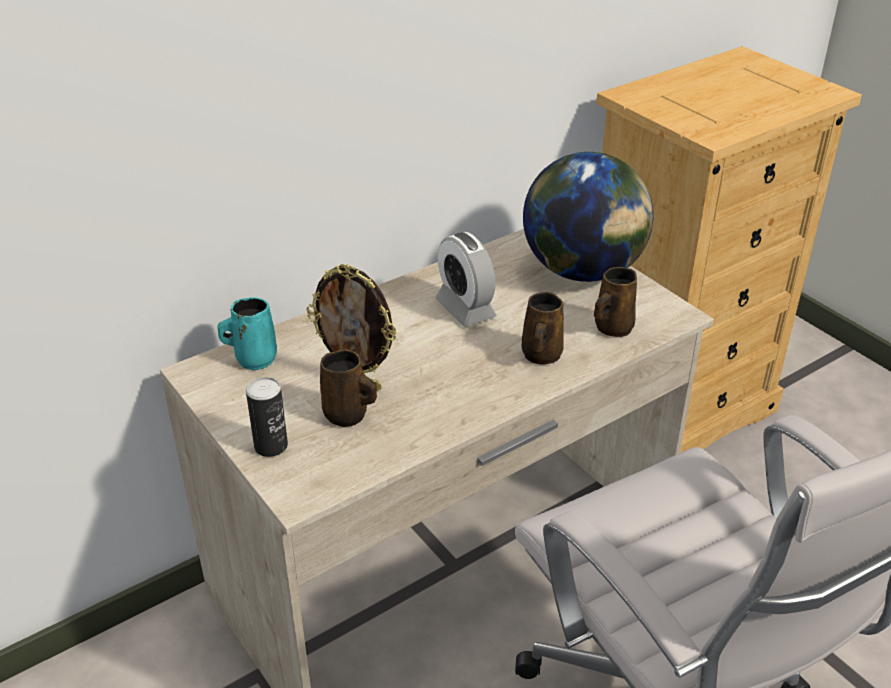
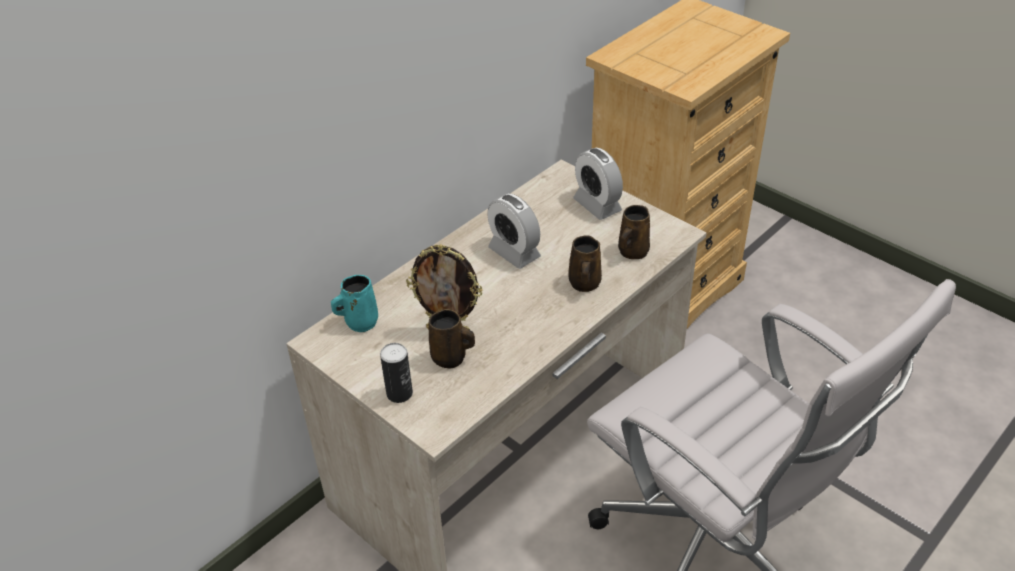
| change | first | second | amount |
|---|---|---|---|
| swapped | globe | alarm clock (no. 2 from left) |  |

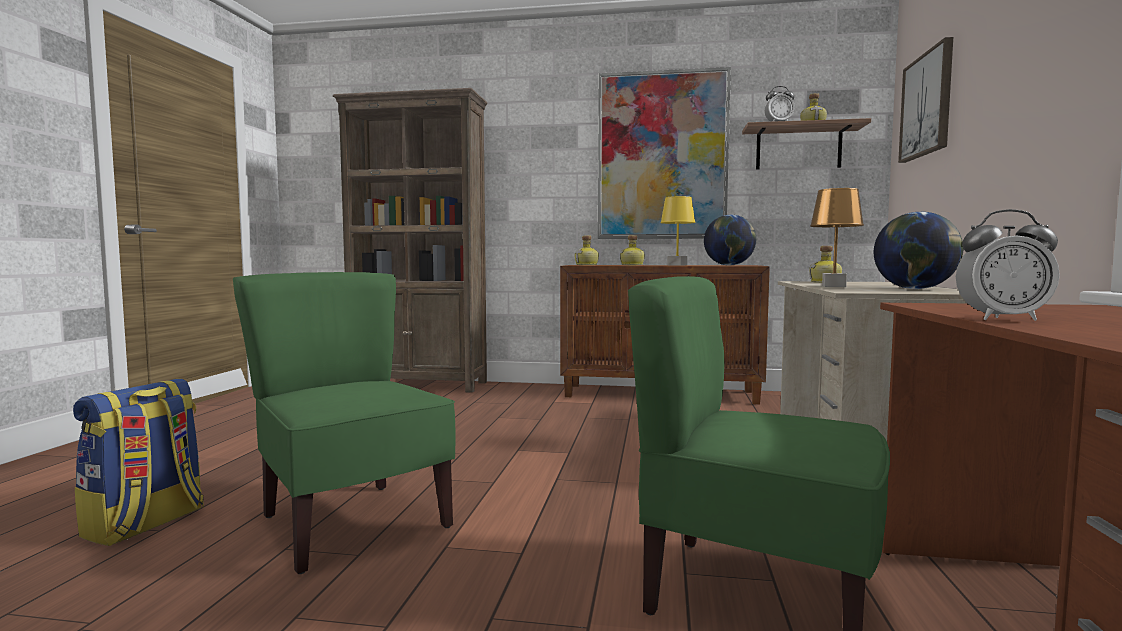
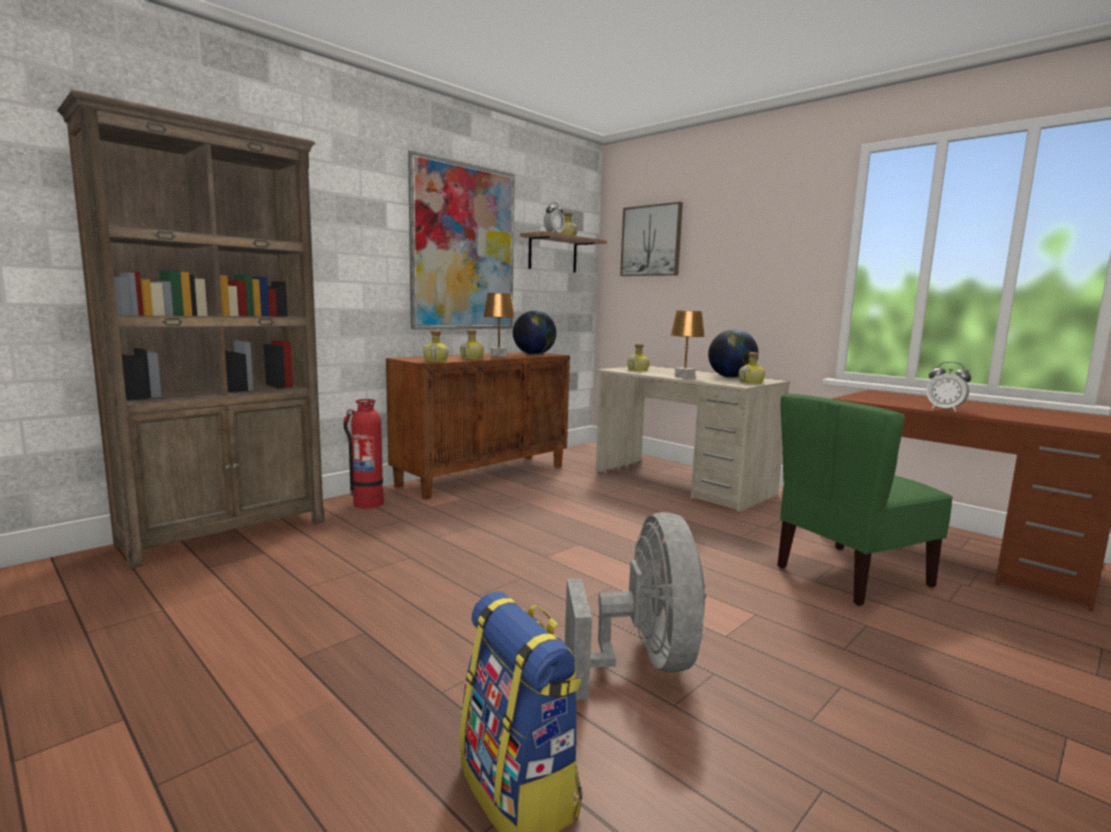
| change | first | second | amount |
|---|---|---|---|
| swapped | green chair (no. 1 from left) | grey fan |  |
| repainted | yellow table lamp | brown table lamp (no. 1 from left) |  |
| rotated | alarm clock (no. 2 from left) |  | 90 degrees clockwise |
| new |  | fire extinguisher |  |
| new |  | bottle (no. 5 from left) |  |

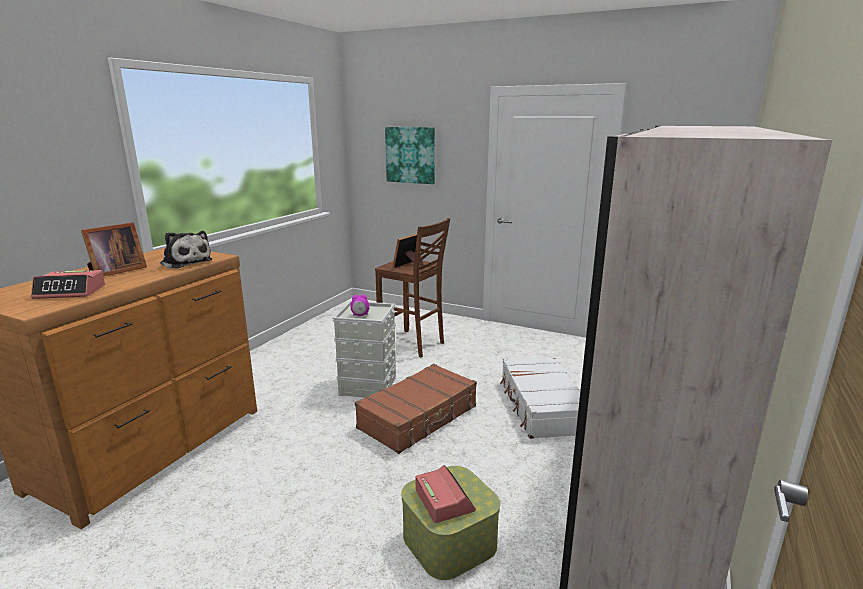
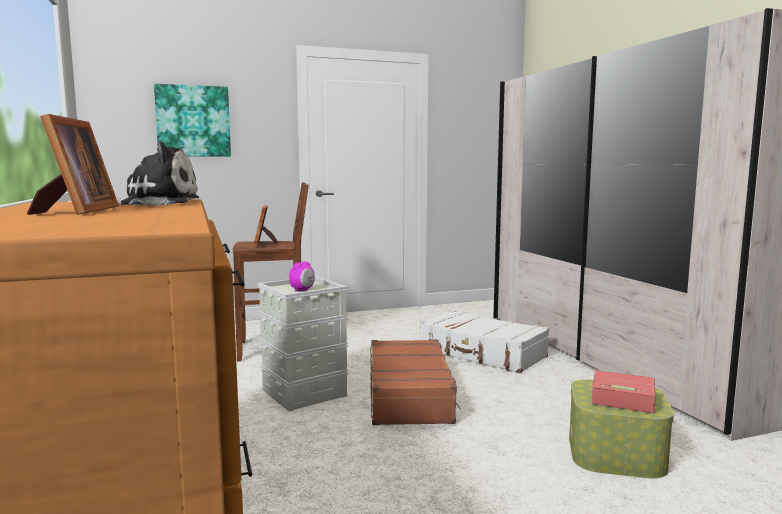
| change | first | second | amount |
|---|---|---|---|
| gone | alarm clock (no. 1 from left) |  |  |

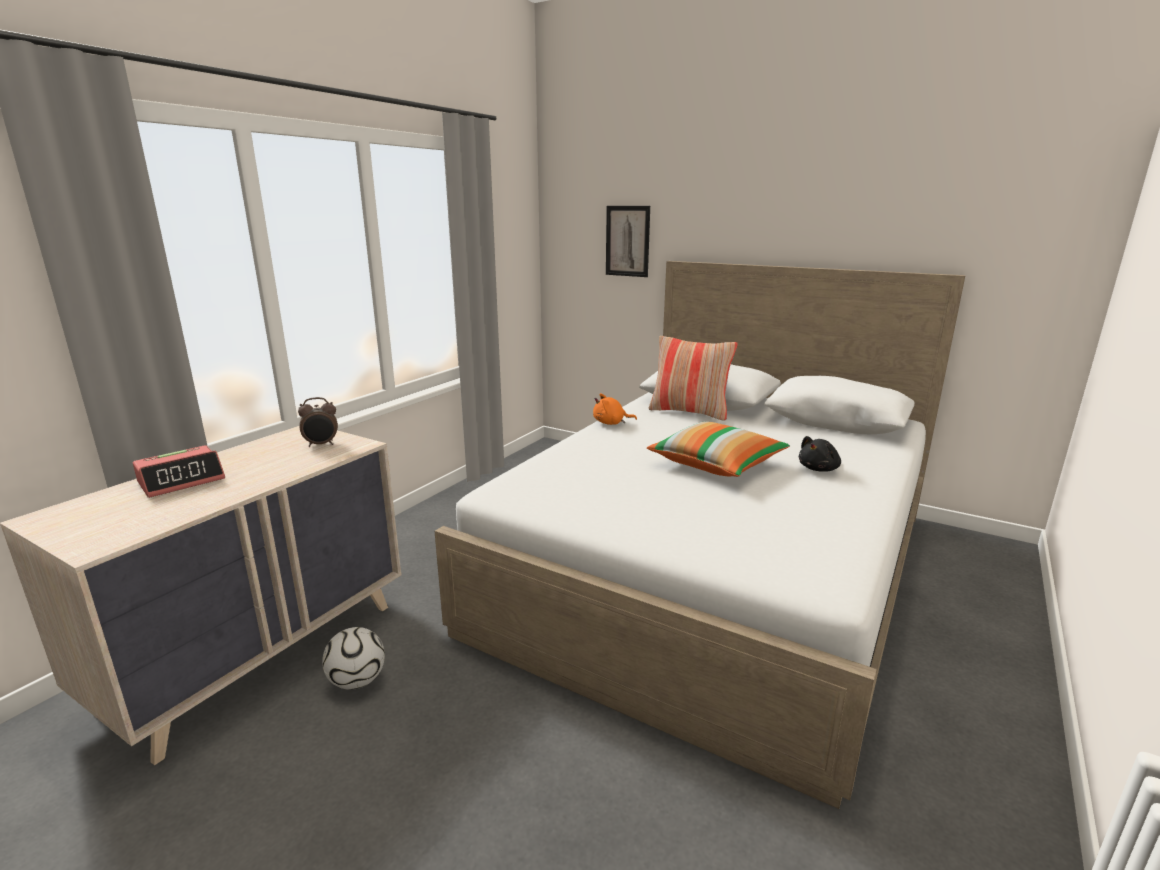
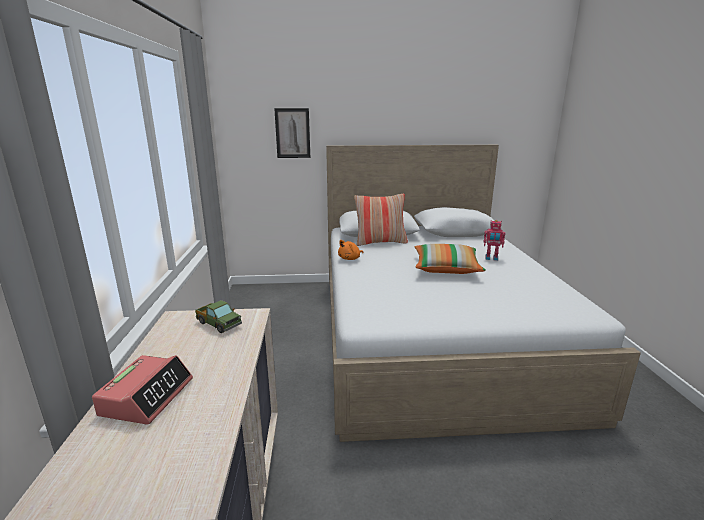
| change | first | second | amount |
|---|---|---|---|
| swapped | alarm clock (no. 2 from left) | toy truck |  |
| gone | football |  |  |
| swapped | black plush toy | toy robot |  |

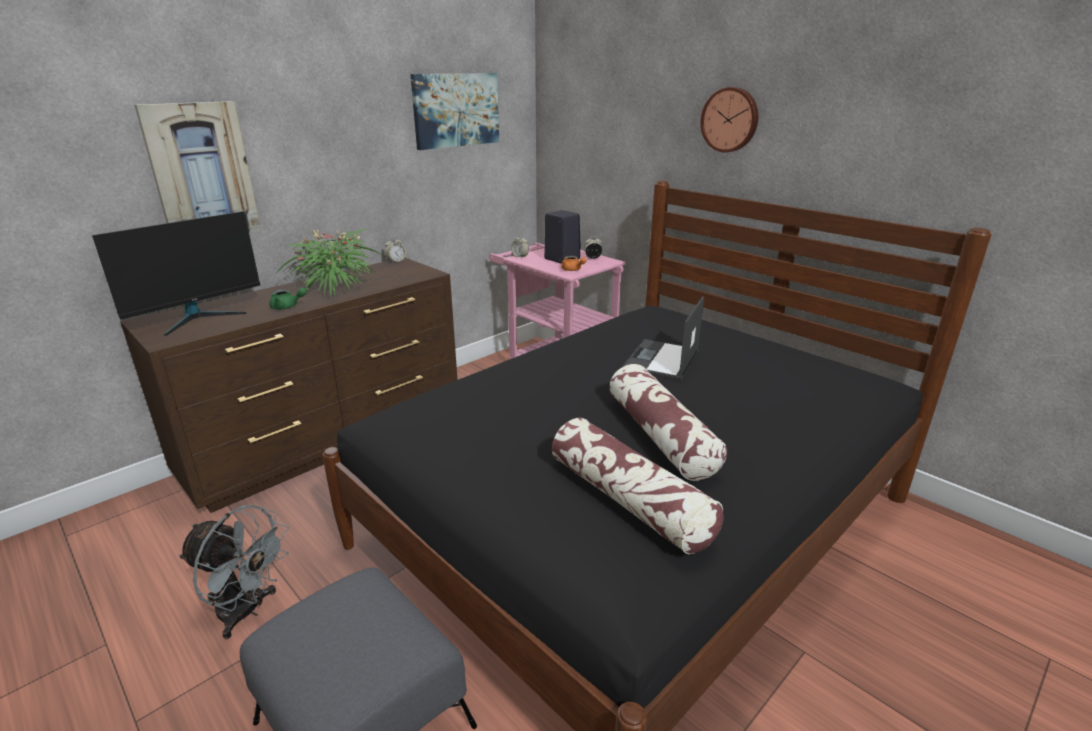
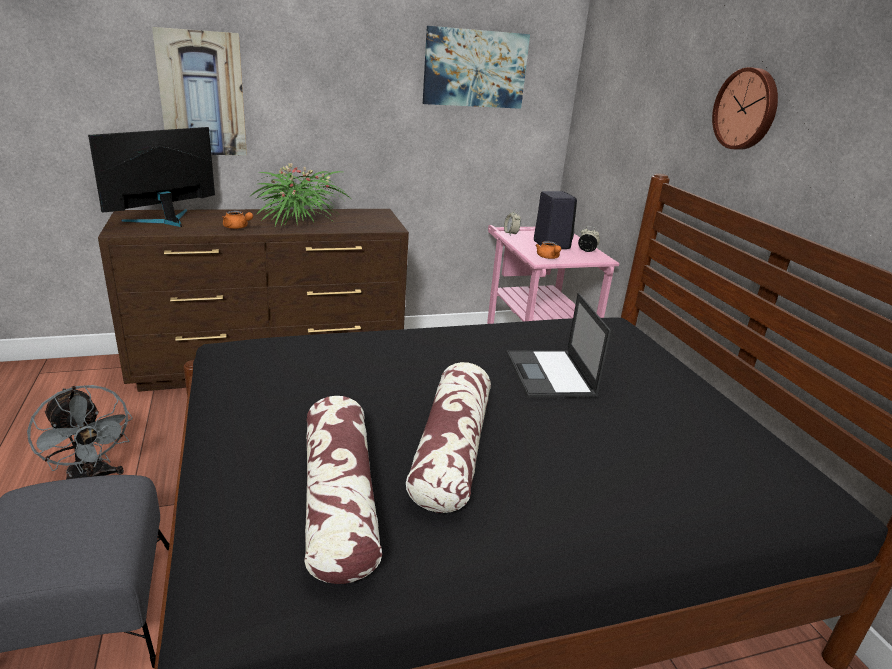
| change | first | second | amount |
|---|---|---|---|
| rotated | monitor |  | 150 degrees clockwise |
| repainted | green teapot | orange teapot (no. 1 from left) |  |
| gone | alarm clock (no. 1 from left) |  |  |
| rotated | laptop |  | 60 degrees counterclockwise |

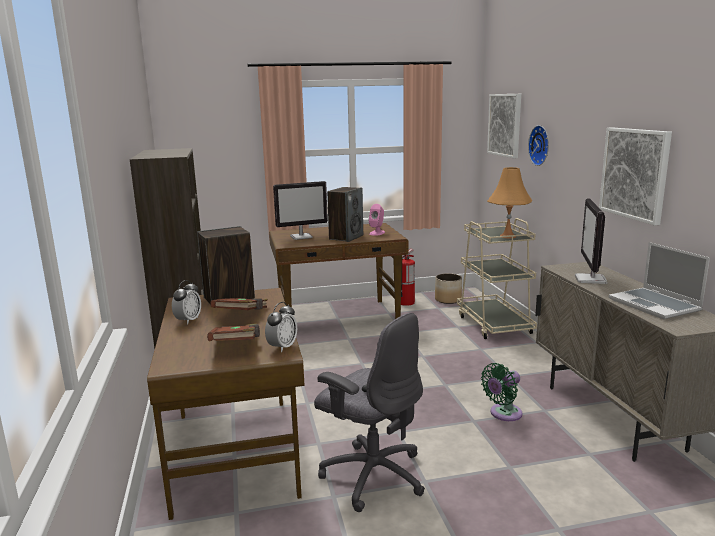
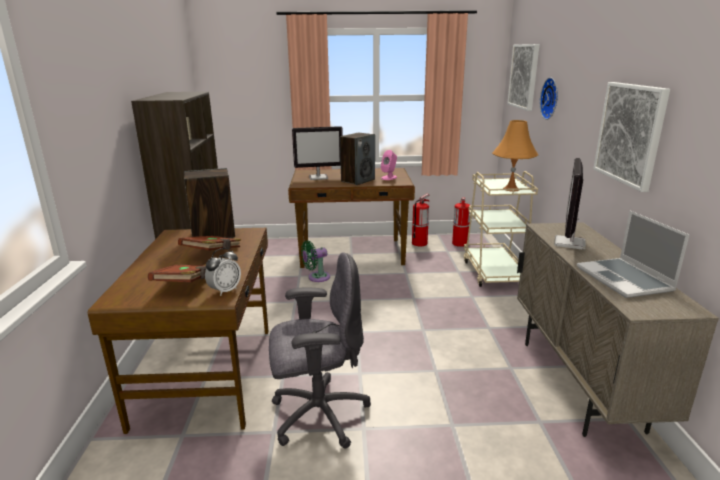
| change | first | second | amount |
|---|---|---|---|
| gone | alarm clock (no. 1 from left) |  |  |
| rotated | grey office chair |  | 60 degrees counterclockwise |
| swapped | planter | fire extinguisher (no. 2 from left) |  |
| shifted | green fan |  |  |

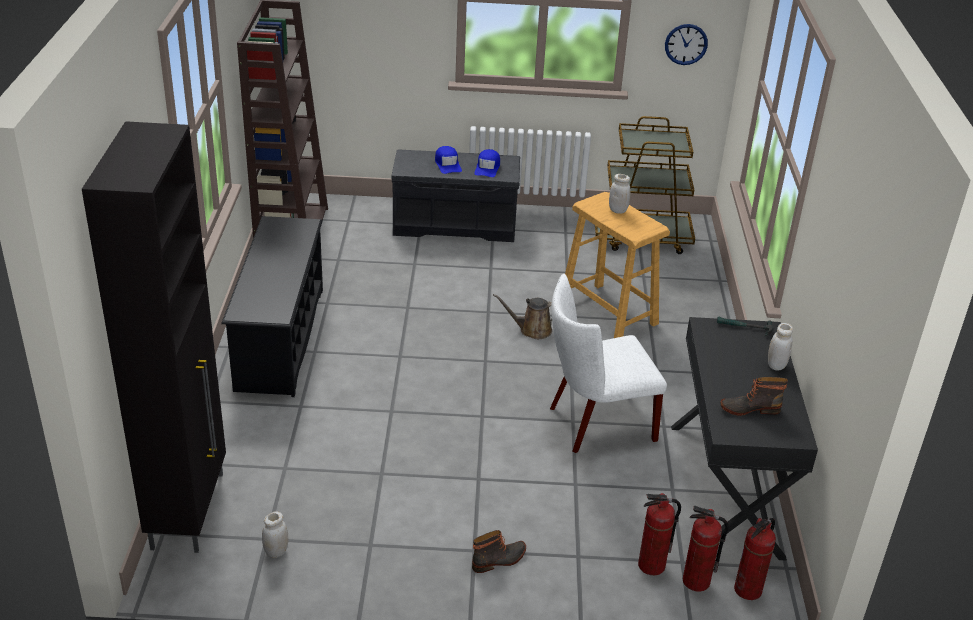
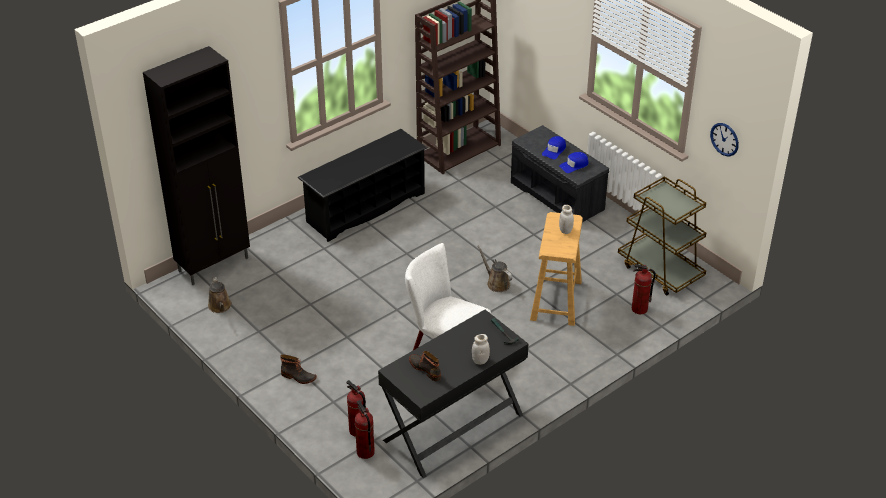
| change | first | second | amount |
|---|---|---|---|
| swapped | white jar (no. 1 from left) | brown watering can (no. 1 from left) |  |
| shifted | fire extinguisher (no. 3 from left) |  |  |

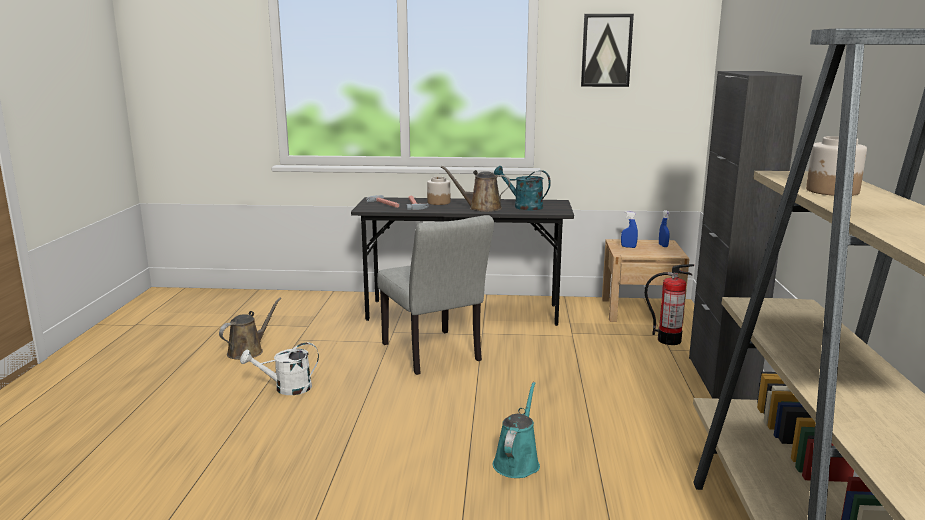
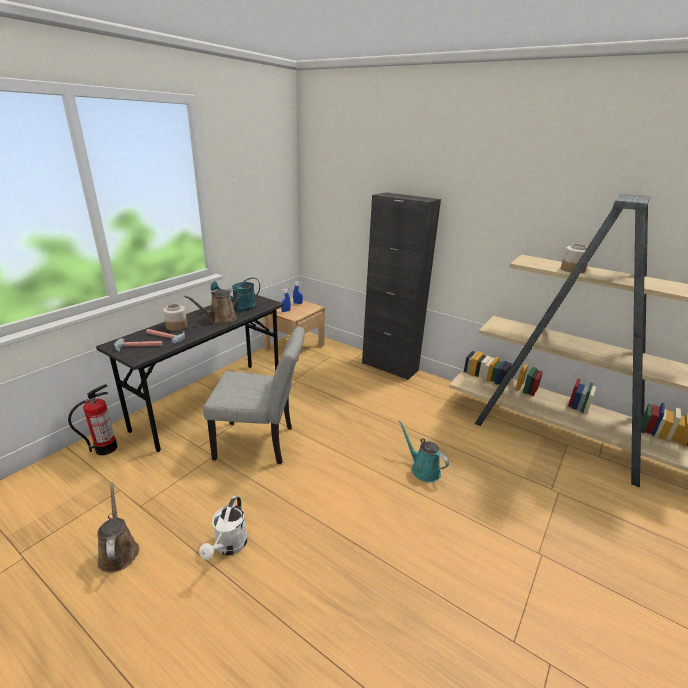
| change | first | second | amount |
|---|---|---|---|
| gone | picture |  |  |
| shifted | fire extinguisher |  |  |

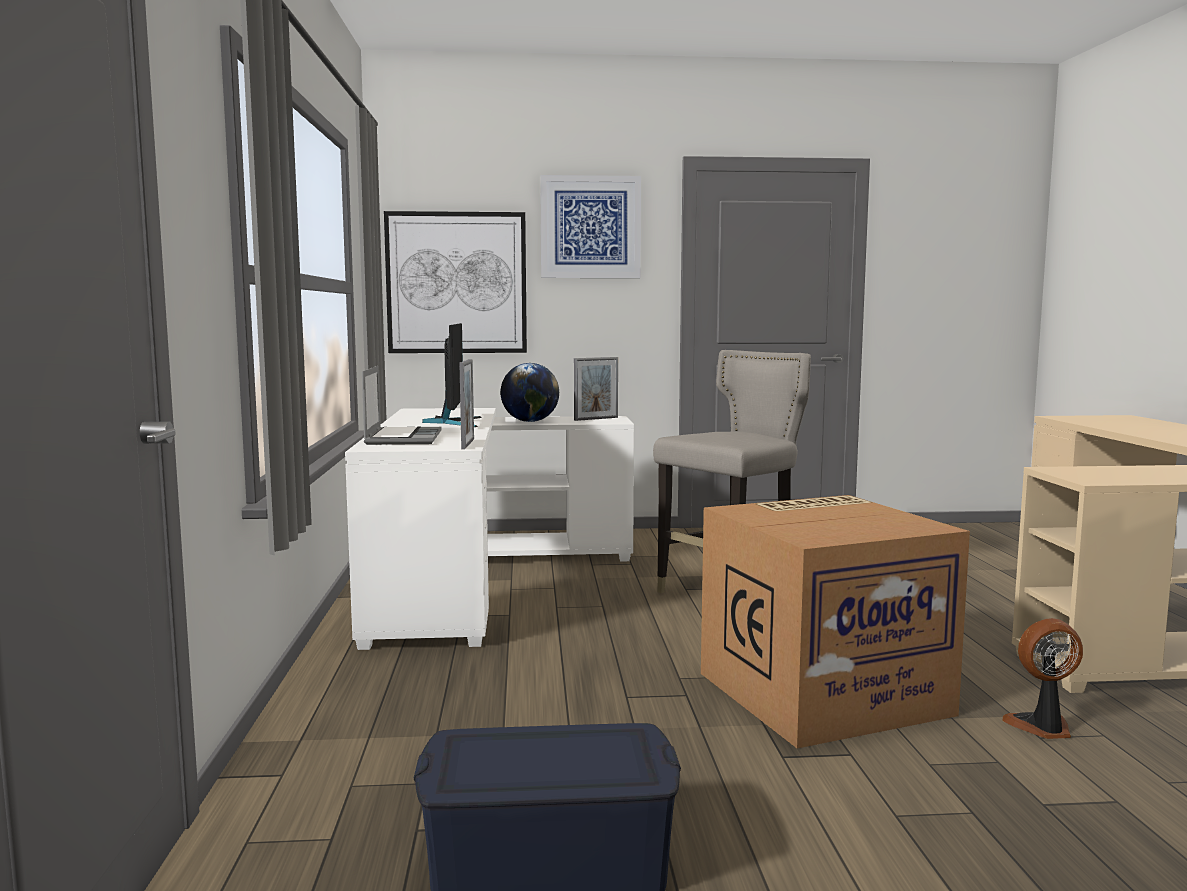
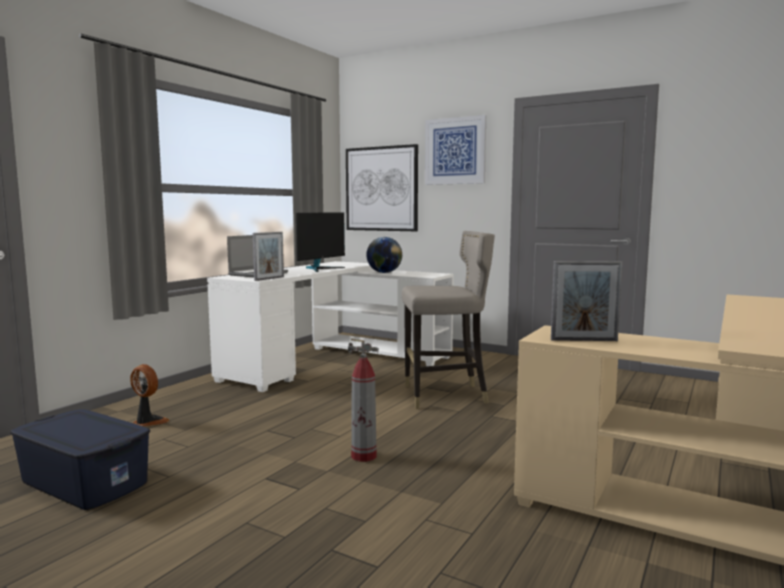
| change | first | second | amount |
|---|---|---|---|
| shifted | picture frame (no. 2 from left) |  |  |
| swapped | cardboard box | fire extinguisher |  |
| shifted | fan |  |  |

